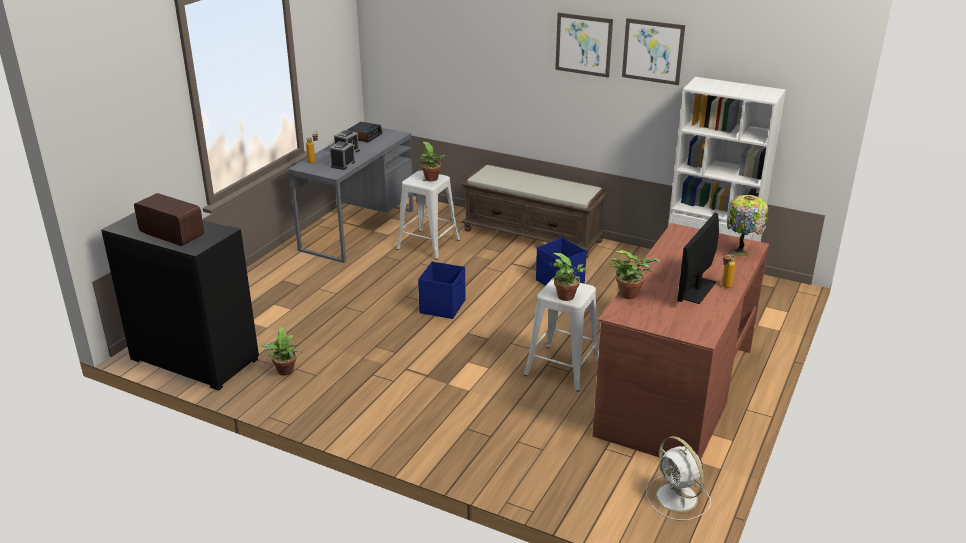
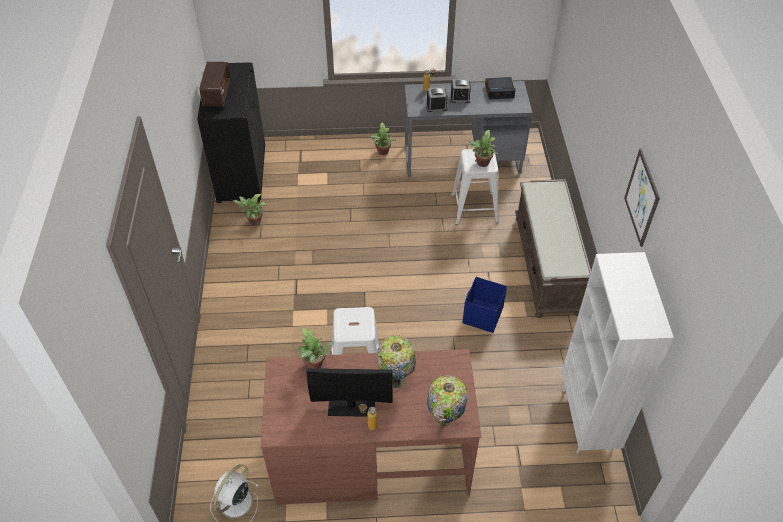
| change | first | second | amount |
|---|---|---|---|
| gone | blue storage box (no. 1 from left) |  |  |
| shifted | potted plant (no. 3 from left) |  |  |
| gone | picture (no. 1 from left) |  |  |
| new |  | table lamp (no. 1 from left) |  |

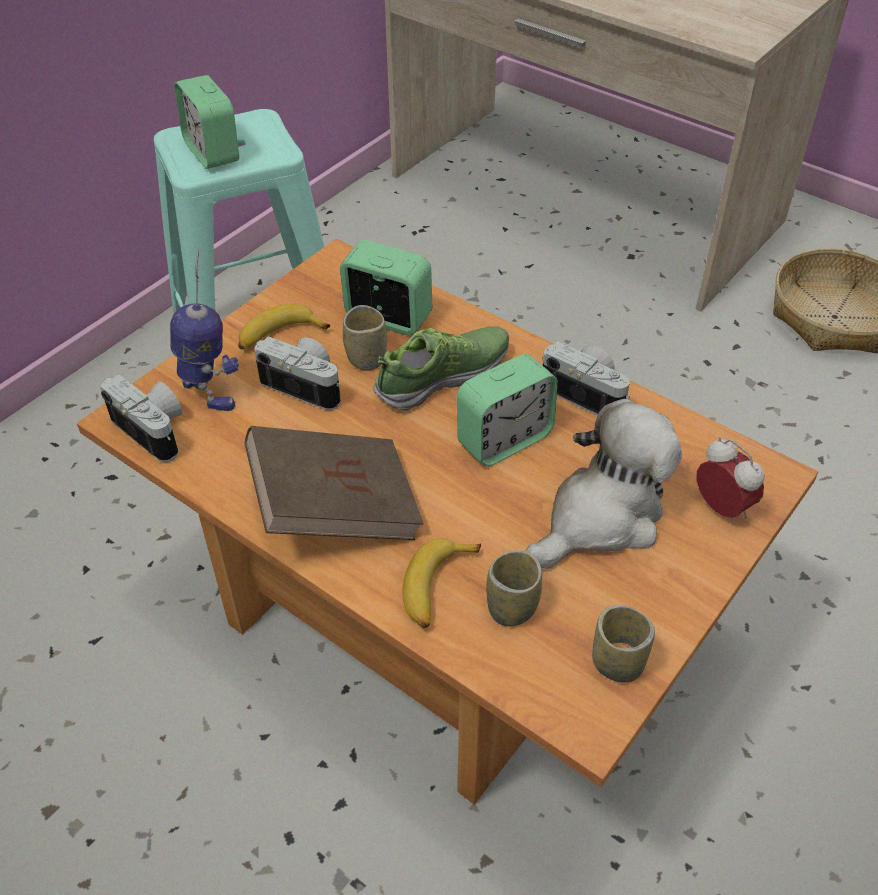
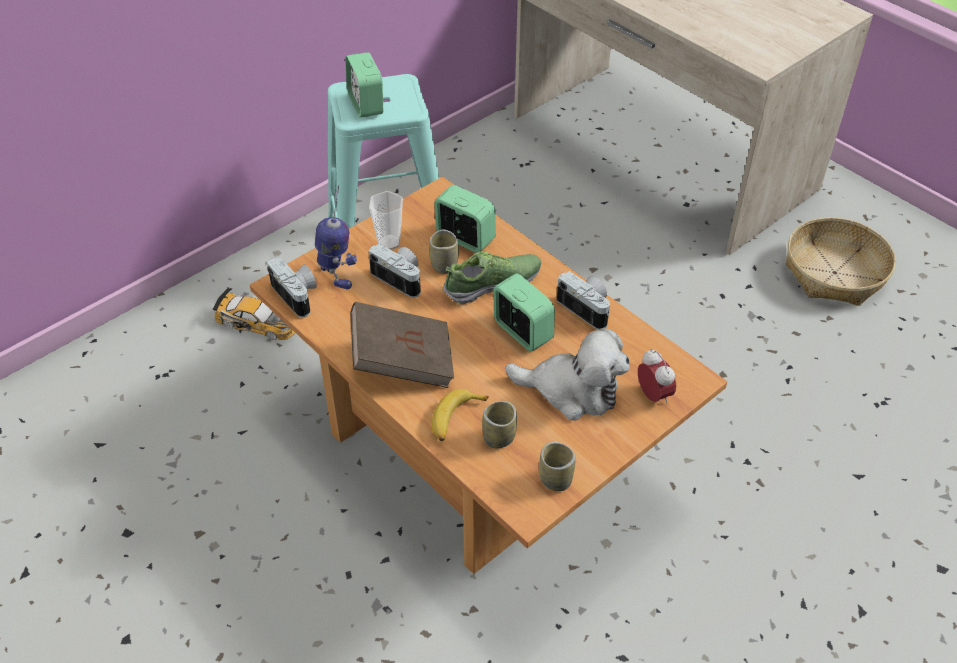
| change | first | second | amount |
|---|---|---|---|
| swapped | banana (no. 1 from left) | cup (no. 1 from left) |  |
| rotated | alarm clock (no. 3 from left) |  | 105 degrees counterclockwise |
| rotated | plush toy |  | 45 degrees clockwise |
| new |  | toy car |  |

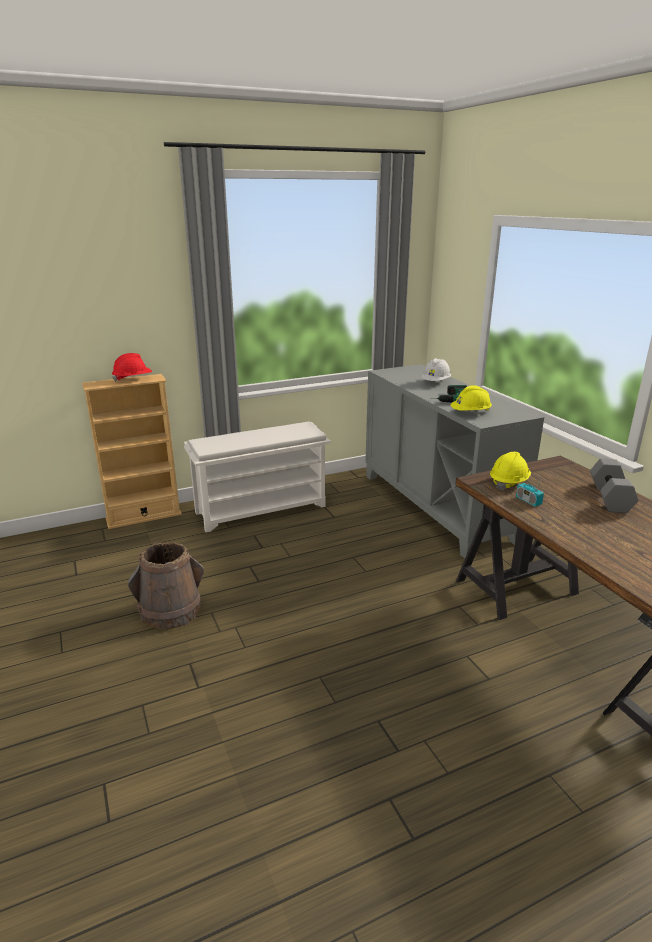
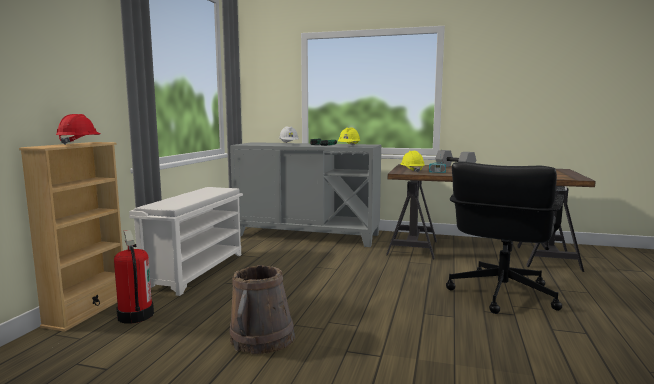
| change | first | second | amount |
|---|---|---|---|
| new |  | fire extinguisher |  |
| new |  | black office chair |  |

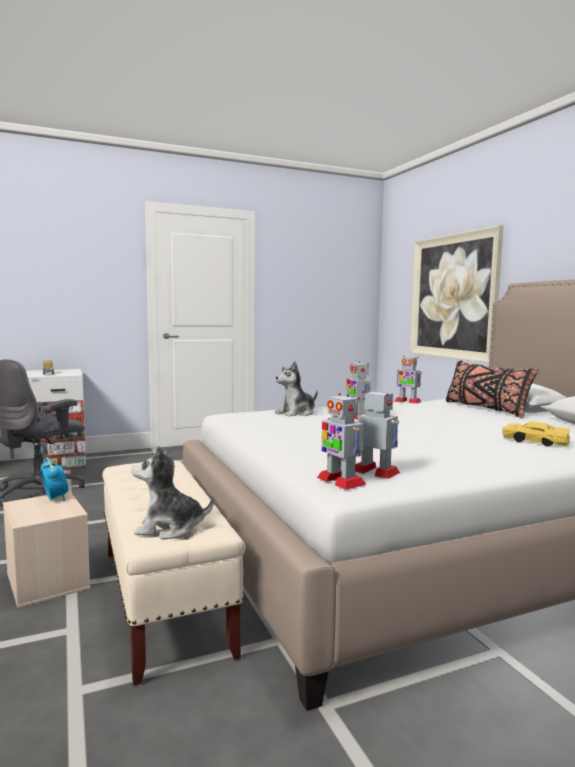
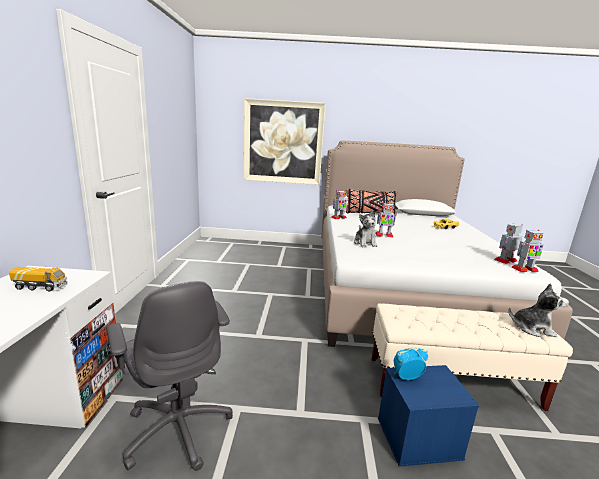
| change | first | second | amount |
|---|---|---|---|
| repainted | beige storage box | blue storage box |  |
| rotated | plush toy (no. 1 from left in the first image) | plush toy (no. 2 from left) | 105 degrees counterclockwise |

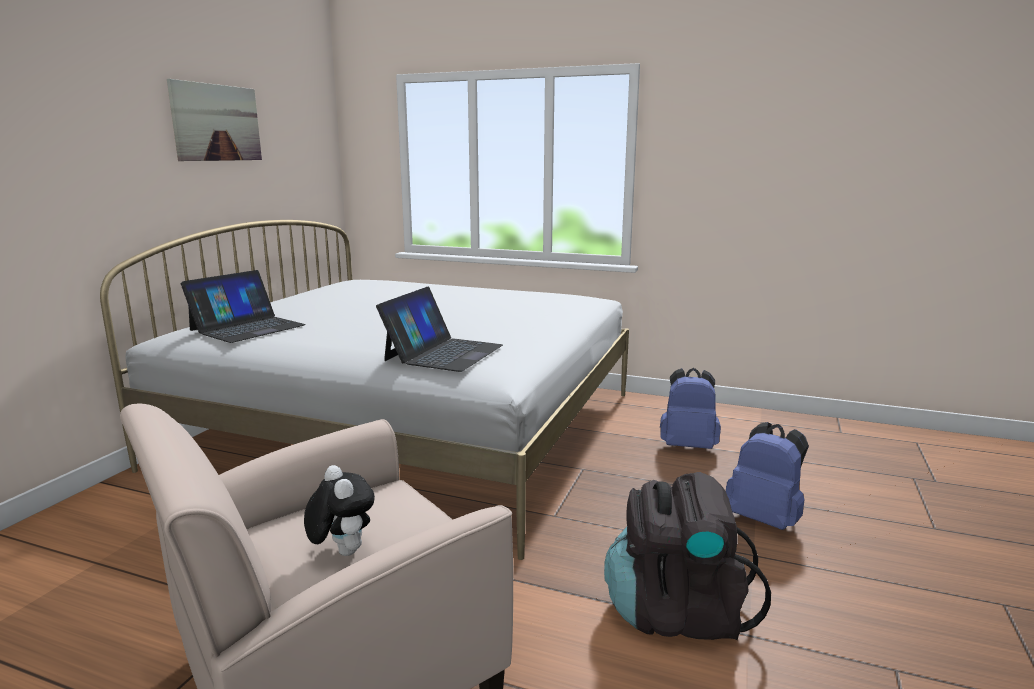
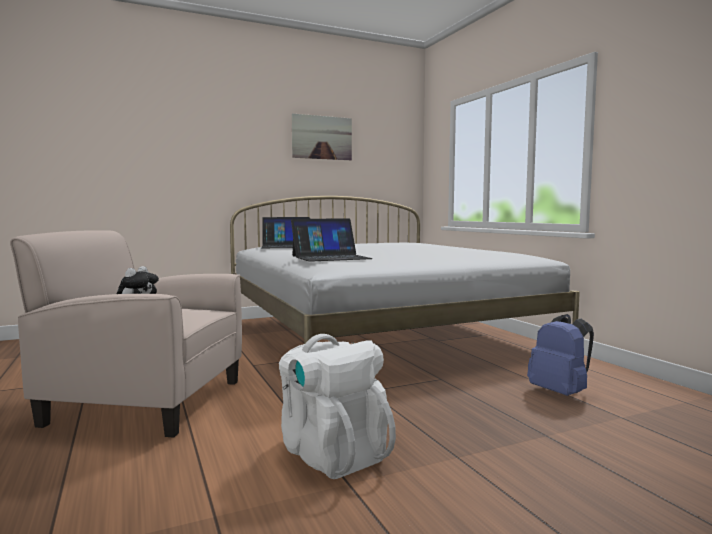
| change | first | second | amount |
|---|---|---|---|
| repainted | black backpack | white backpack |  |
| gone | blue backpack (no. 2 from left) |  |  |

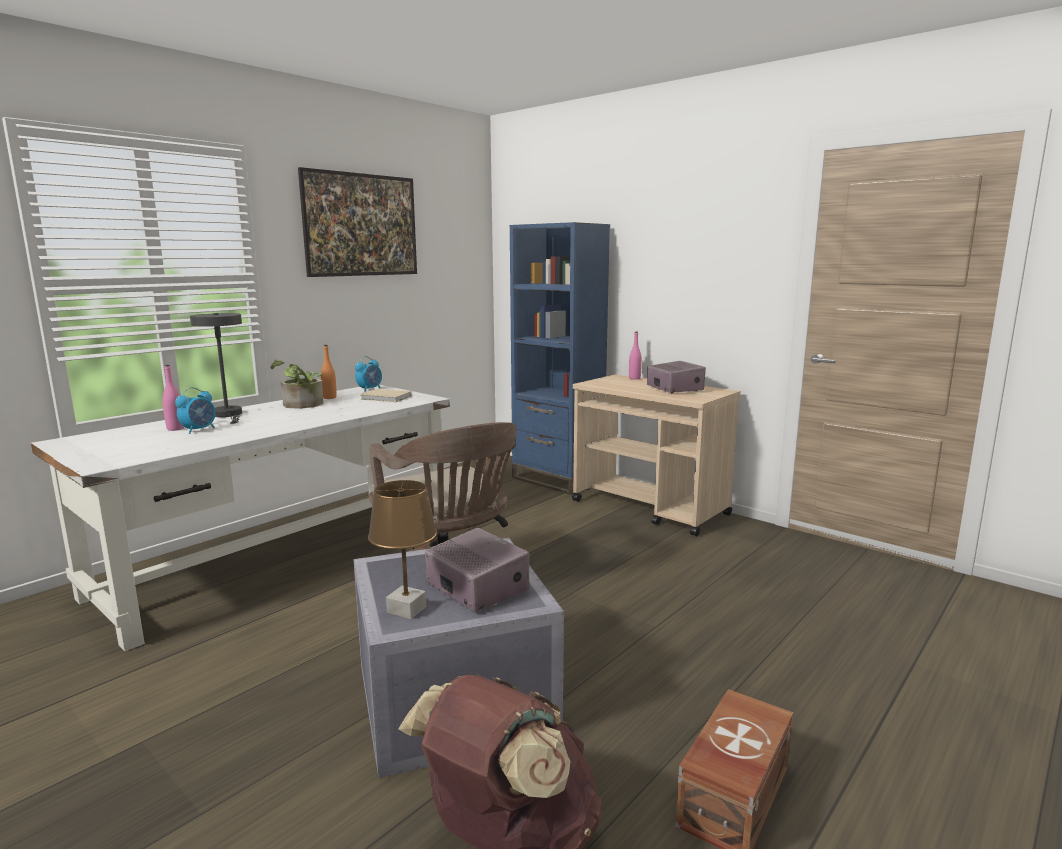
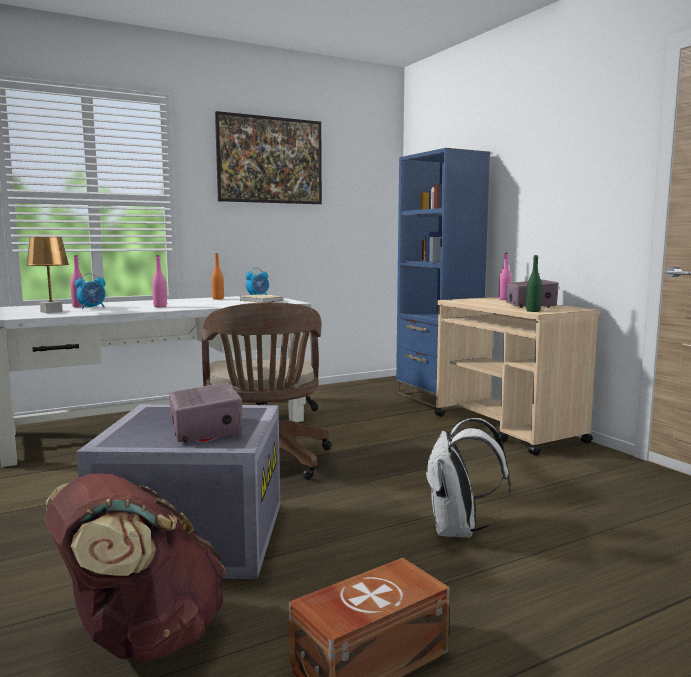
| change | first | second | amount |
|---|---|---|---|
| gone | grey table lamp |  |  |
| gone | potted plant |  |  |
| shifted | brown table lamp |  |  |
| new |  | pink bottle (no. 2 from left) |  |
| new |  | white backpack |  |
| new |  | green bottle |  |

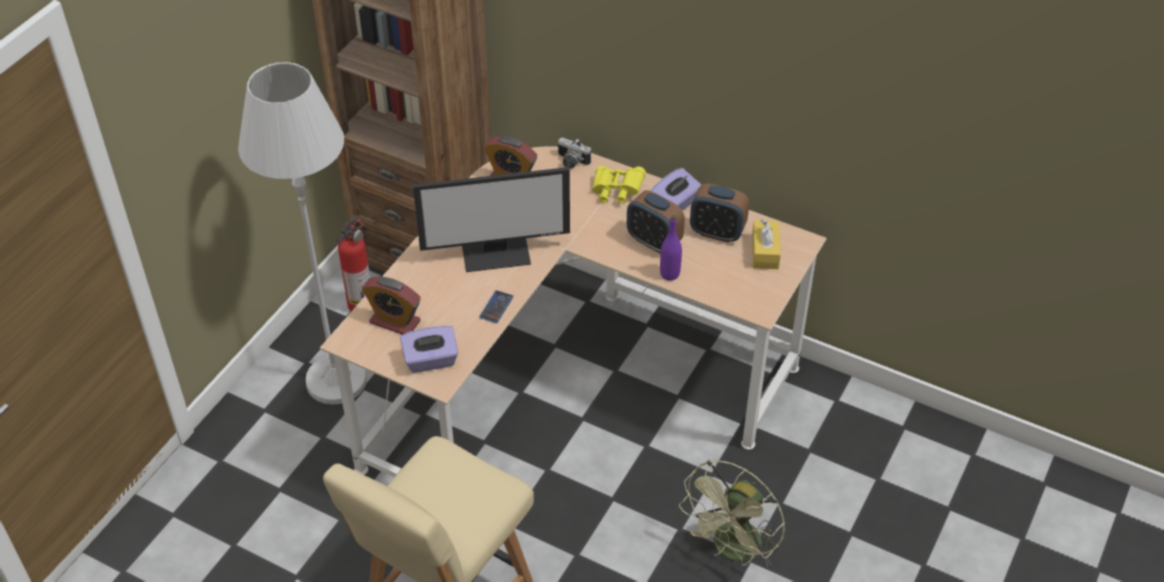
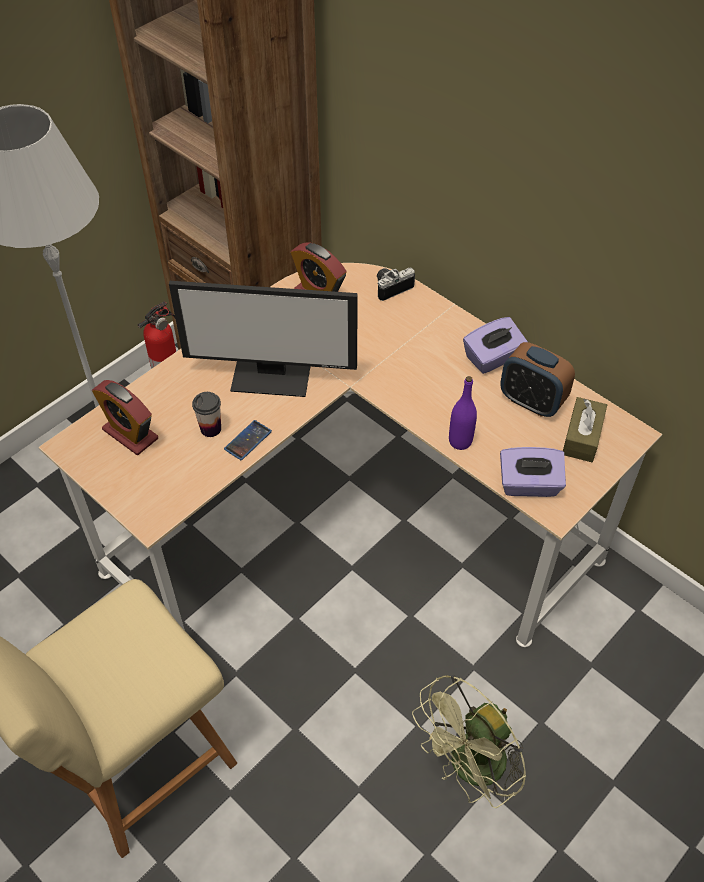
| change | first | second | amount |
|---|---|---|---|
| shifted | purple tissue box (no. 1 from left in the first image) | purple tissue box (no. 2 from left) |  |
| rotated | photo camera |  | 105 degrees clockwise |
| gone | yellow binoculars |  |  |
| gone | alarm clock (no. 3 from left) |  |  |
| repainted | yellow tissue box | brown tissue box |  |
| new |  | cup |  |

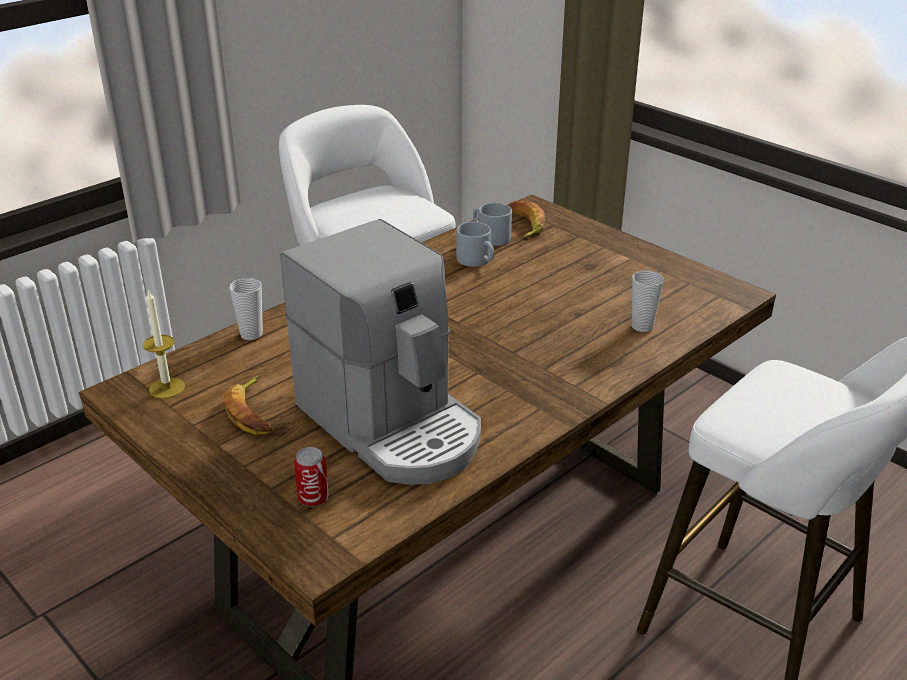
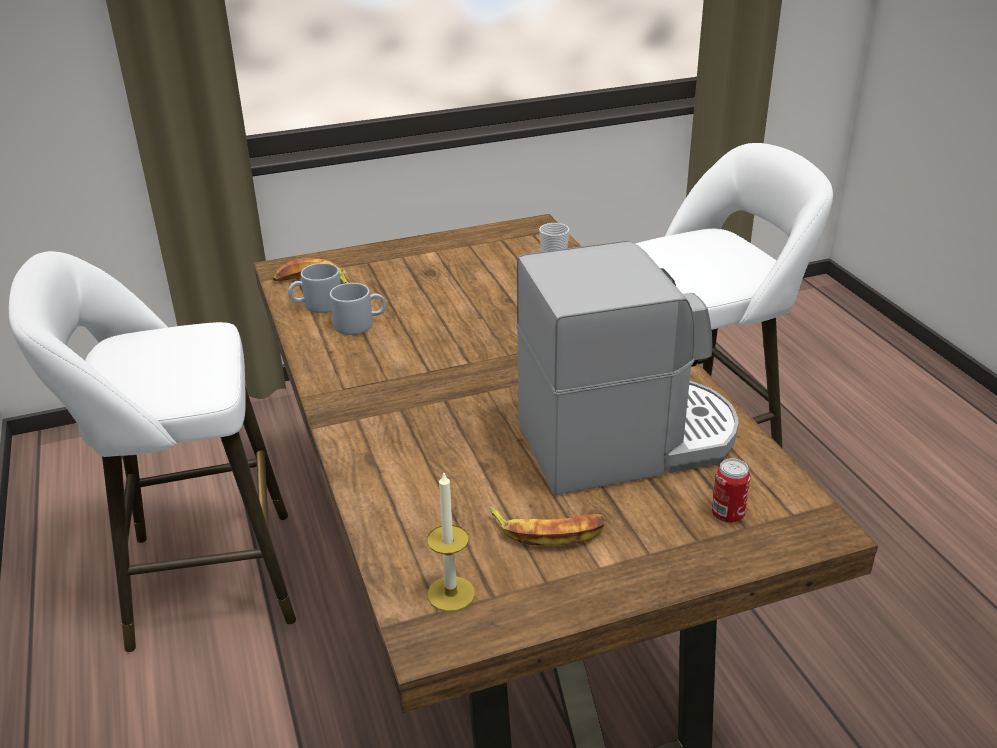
| change | first | second | amount |
|---|---|---|---|
| gone | cup (no. 1 from left) |  |  |

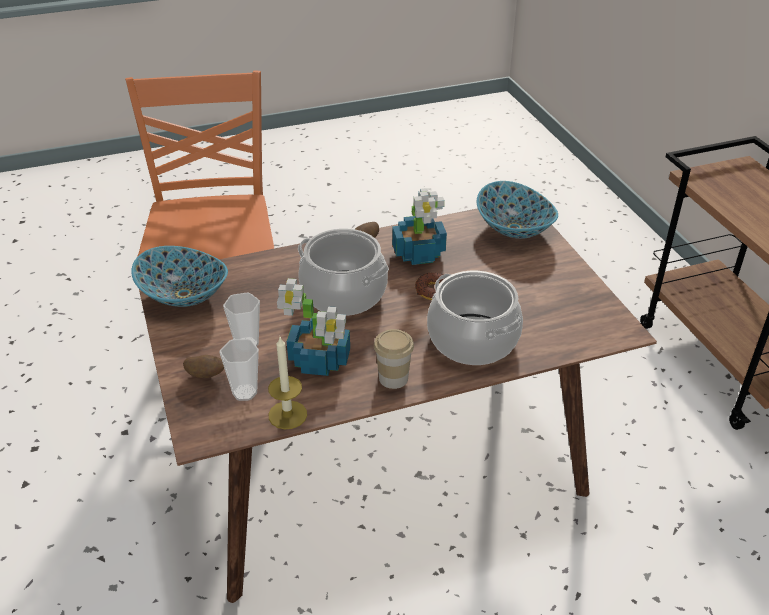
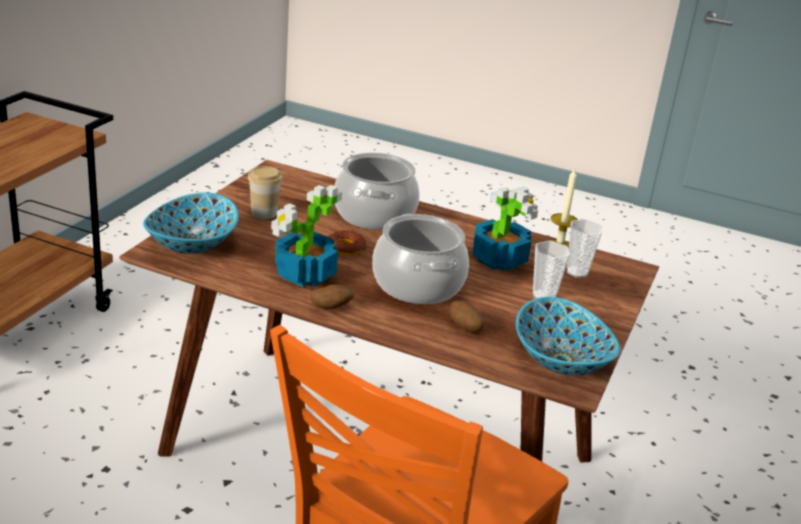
| change | first | second | amount |
|---|---|---|---|
| shifted | potato (no. 1 from left in the first image) | potato (no. 2 from left) |  |
| shifted | cup (no. 3 from left in the first image) | cup (no. 1 from left) |  |

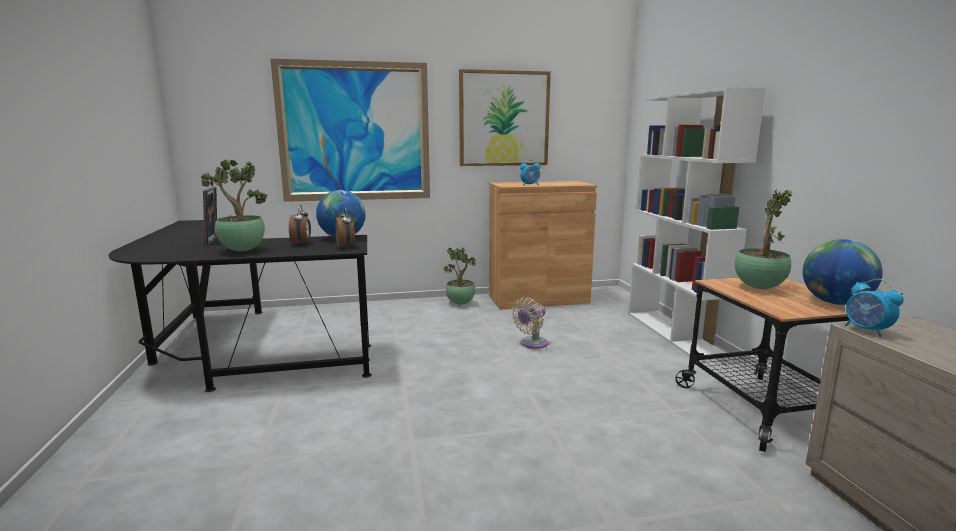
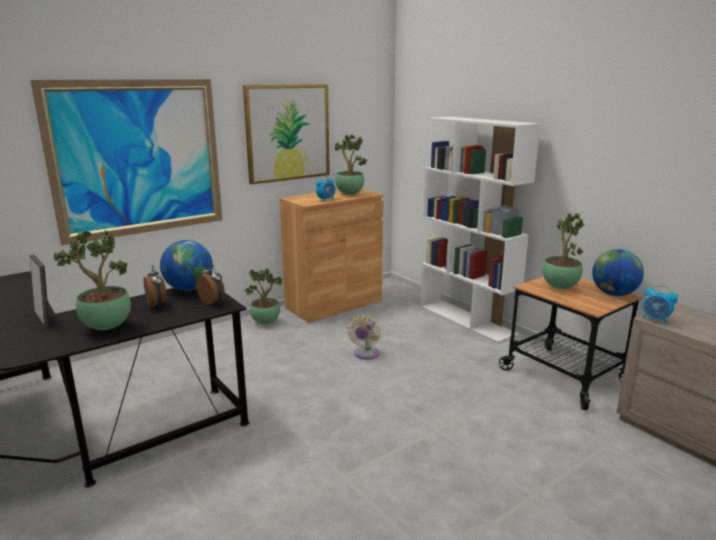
| change | first | second | amount |
|---|---|---|---|
| new |  | potted plant (no. 3 from left) |  |

